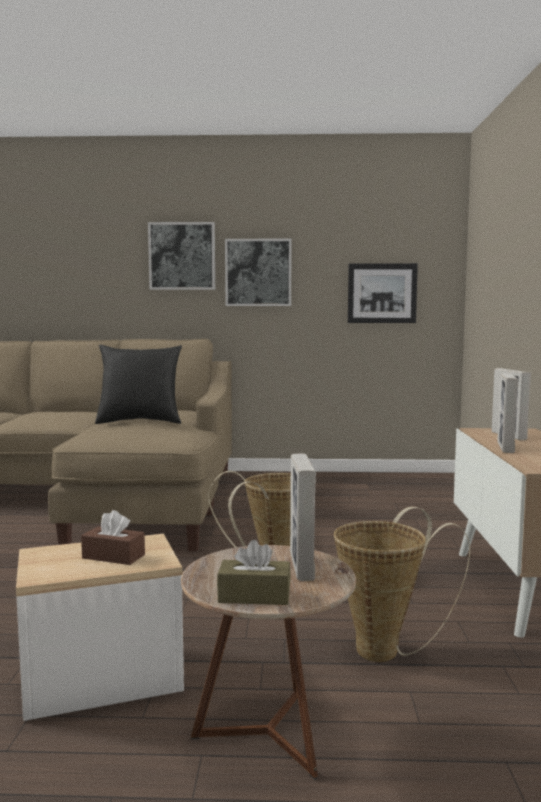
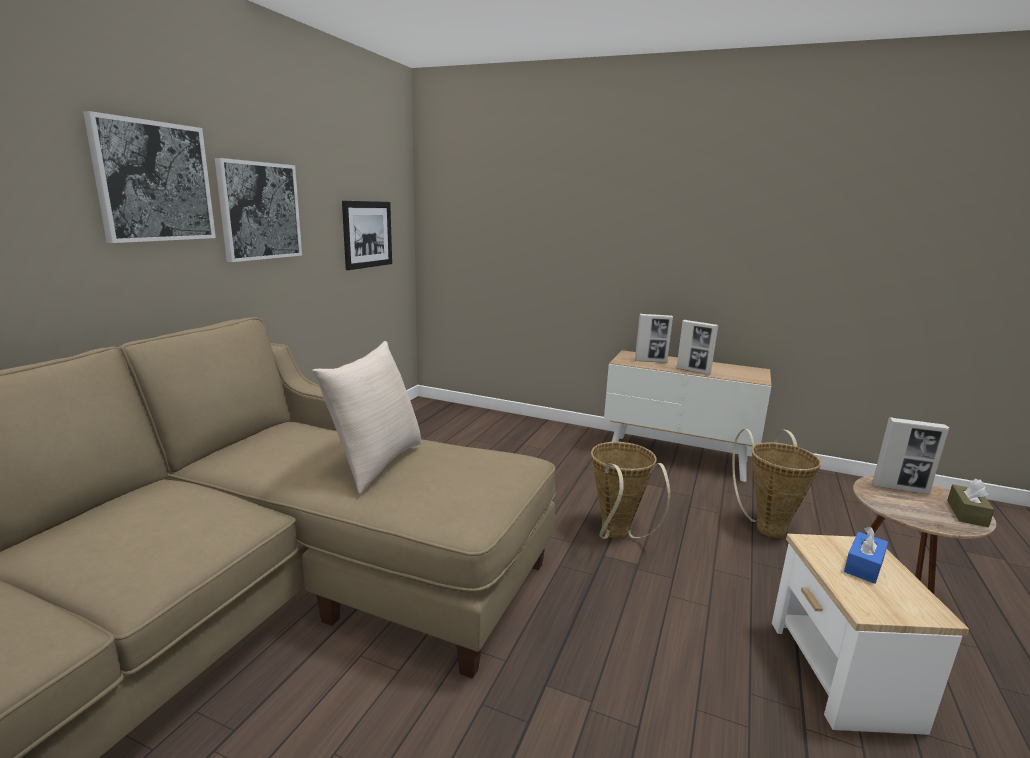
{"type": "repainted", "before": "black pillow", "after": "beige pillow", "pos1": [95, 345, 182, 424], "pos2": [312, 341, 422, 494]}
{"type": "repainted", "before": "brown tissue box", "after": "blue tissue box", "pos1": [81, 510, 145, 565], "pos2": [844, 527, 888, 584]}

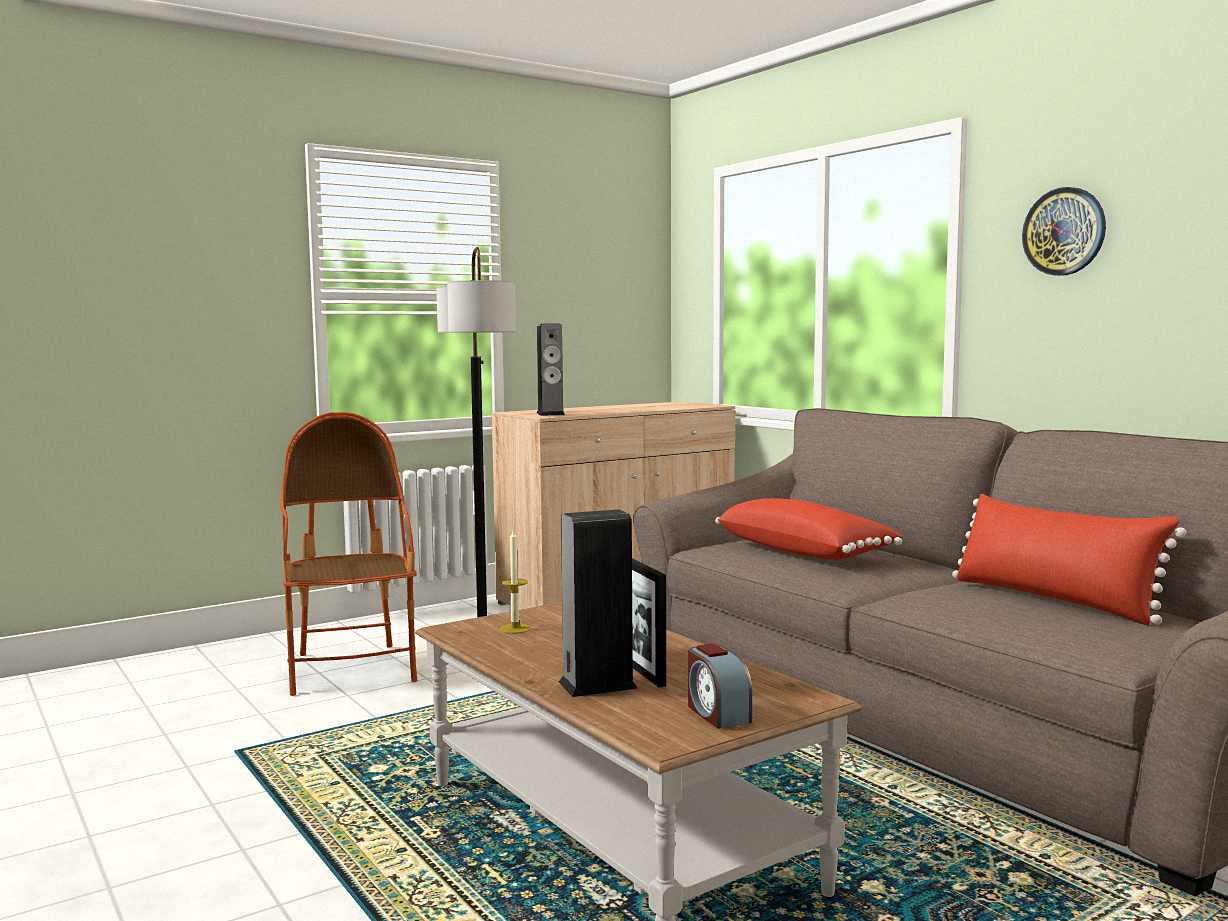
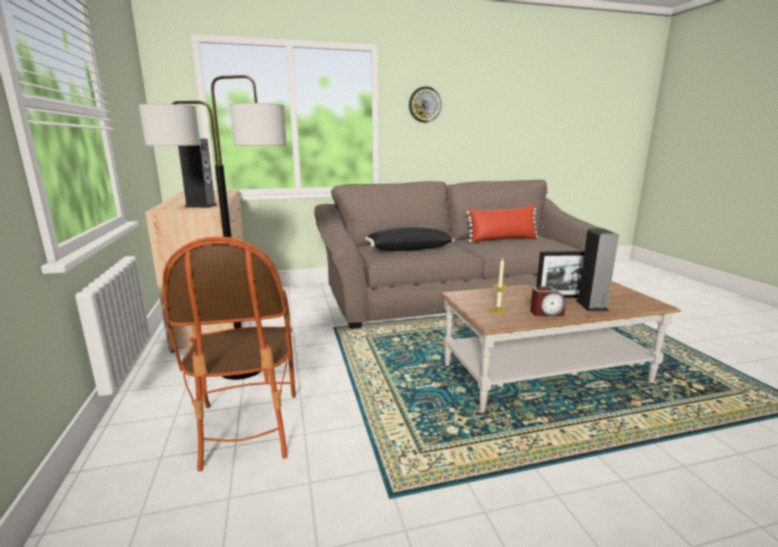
{"type": "rotated", "before": "armchair", "pos1": [280, 412, 417, 696], "pos2": [163, 237, 296, 472], "turn": -105}
{"type": "repainted", "before": "red pillow", "after": "black pillow", "pos1": [715, 498, 903, 560], "pos2": [365, 226, 455, 251]}
{"type": "shifted", "before": "alarm clock", "pos1": [688, 643, 752, 729], "pos2": [530, 286, 566, 316]}

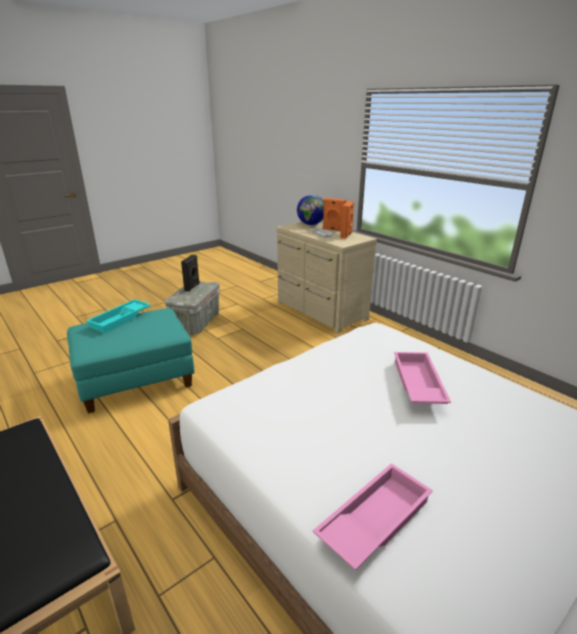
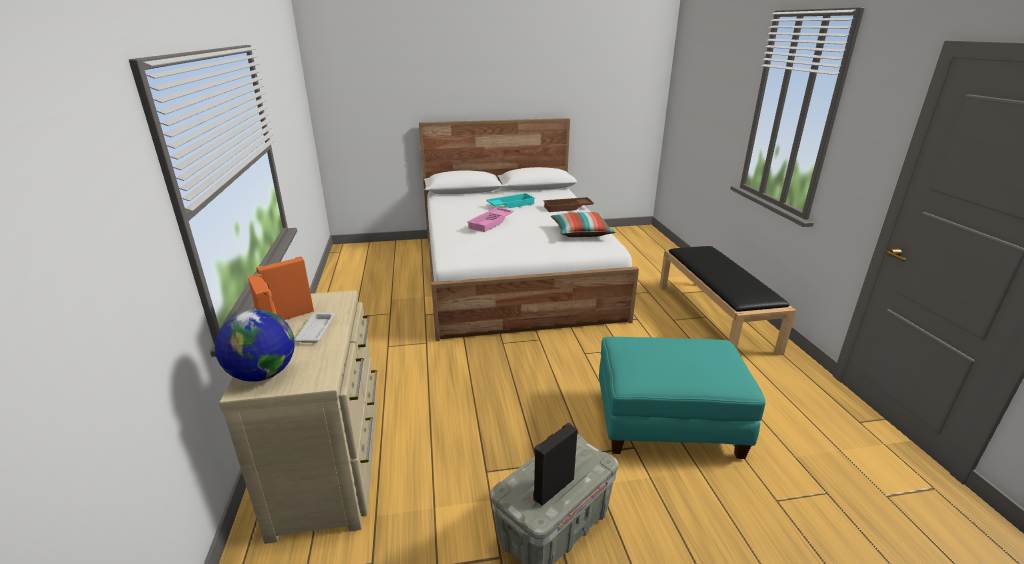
{"type": "shifted", "before": "turquoise tray", "pos1": [86, 299, 151, 333], "pos2": [486, 193, 536, 208]}
{"type": "repainted", "before": "pink tray", "after": "brown tray", "pos1": [313, 463, 433, 570], "pos2": [543, 197, 594, 212]}
{"type": "new", "after": "pillow", "pos2": [551, 212, 616, 237]}

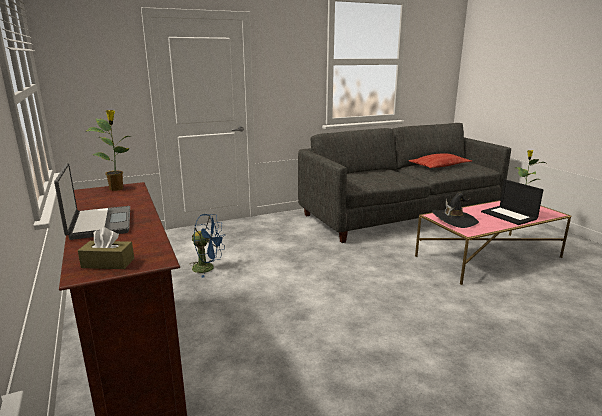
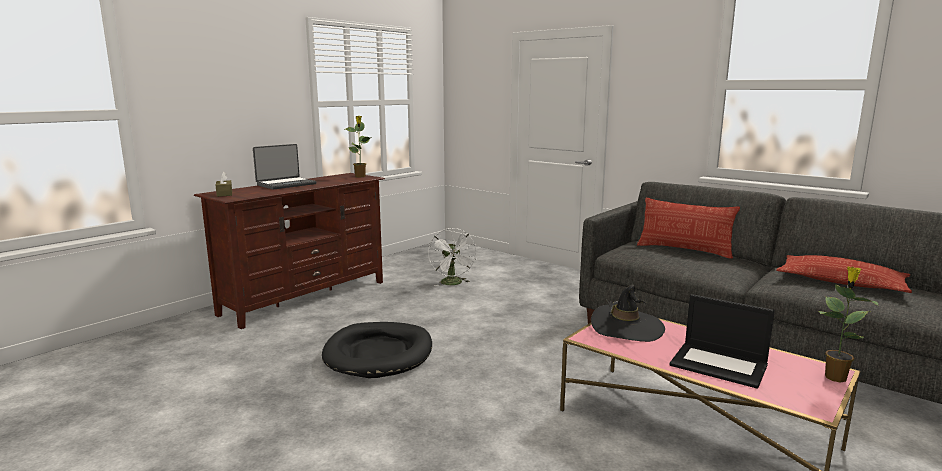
{"type": "rotated", "before": "laptop", "pos1": [481, 179, 543, 225], "pos2": [669, 294, 775, 389], "turn": -90}
{"type": "repainted", "before": "blue fan", "after": "white fan", "pos1": [189, 214, 225, 278], "pos2": [428, 228, 476, 286]}
{"type": "new", "after": "pillow", "pos2": [637, 198, 740, 259]}
{"type": "new", "after": "black dog bed", "pos2": [322, 322, 432, 378]}

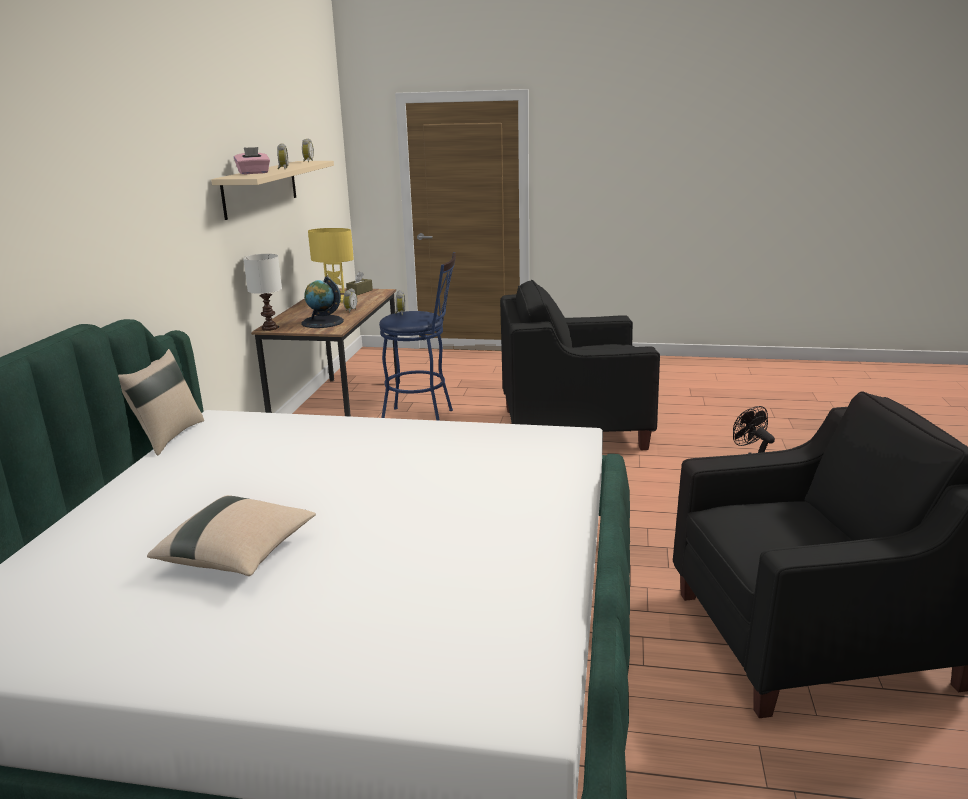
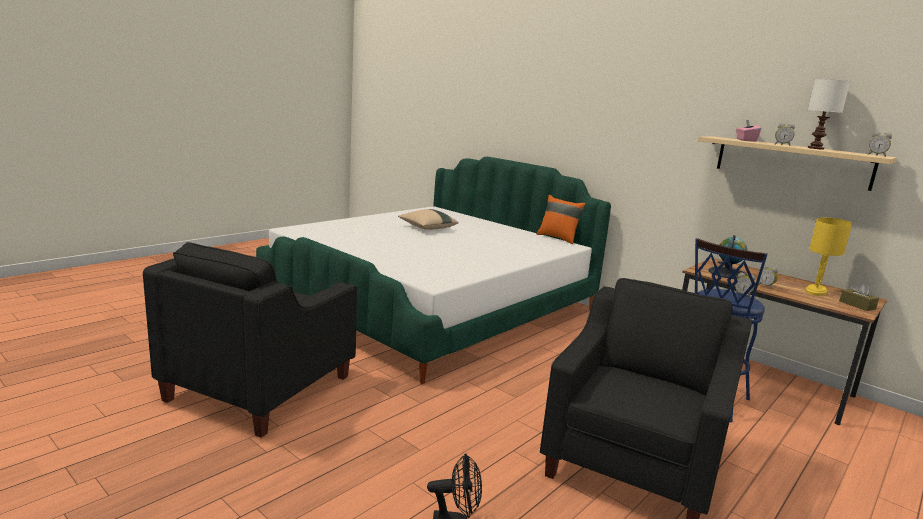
{"type": "shifted", "before": "white table lamp", "pos1": [243, 254, 282, 331], "pos2": [808, 79, 850, 150]}
{"type": "repainted", "before": "beige pillow", "after": "orange pillow", "pos1": [118, 349, 204, 455], "pos2": [537, 195, 585, 244]}

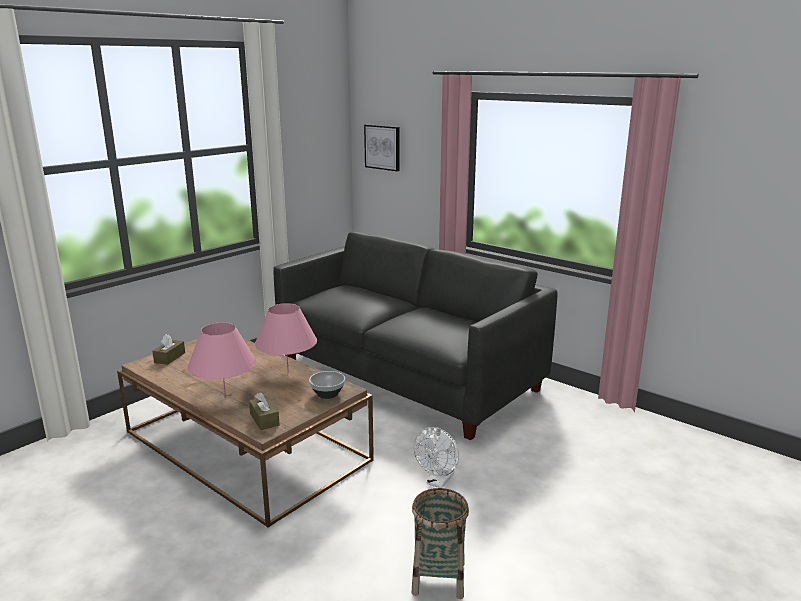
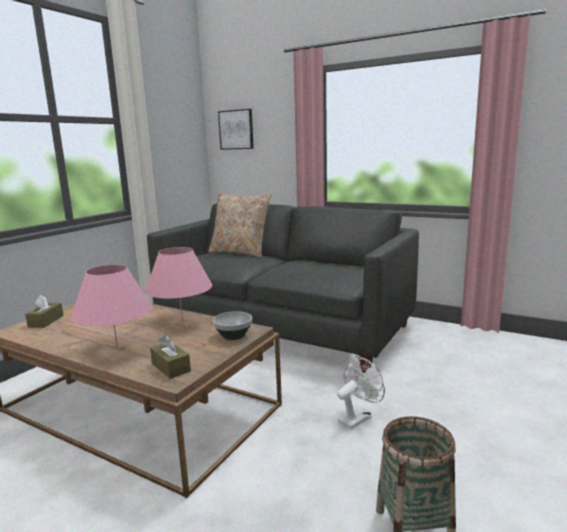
{"type": "rotated", "before": "white fan", "pos1": [414, 427, 459, 488], "pos2": [337, 355, 385, 429], "turn": -150}
{"type": "new", "after": "beige pillow", "pos2": [208, 193, 272, 258]}

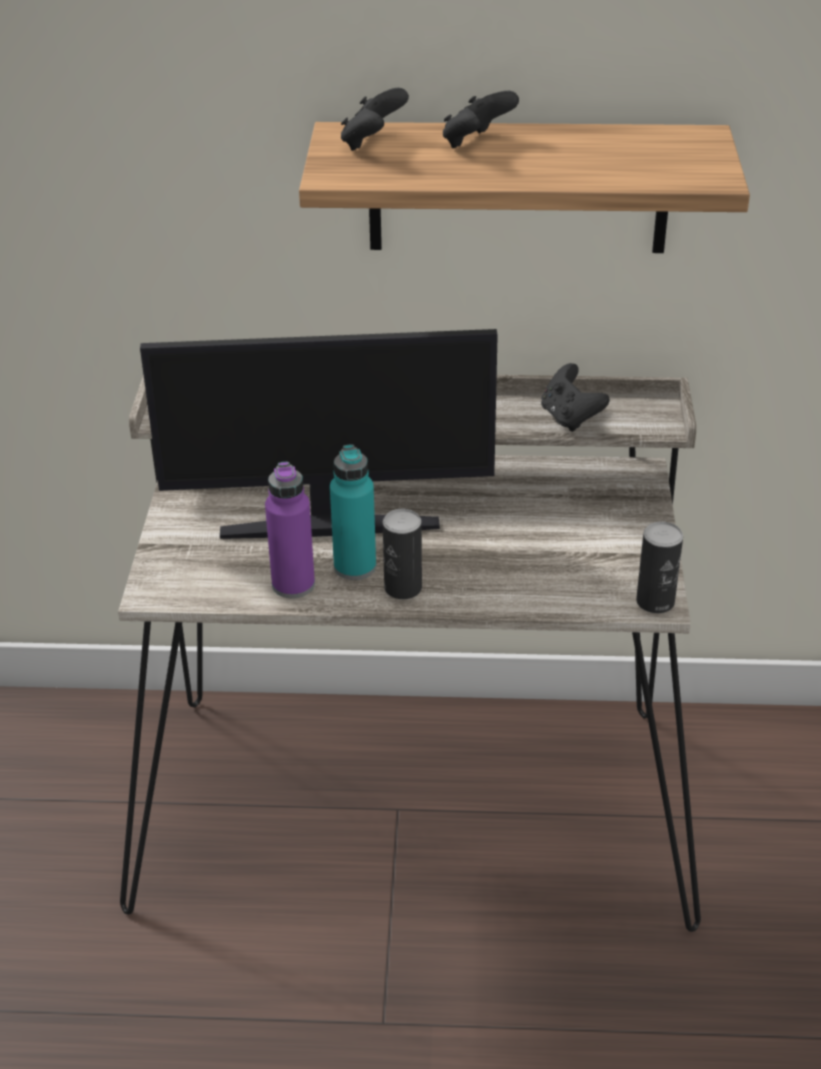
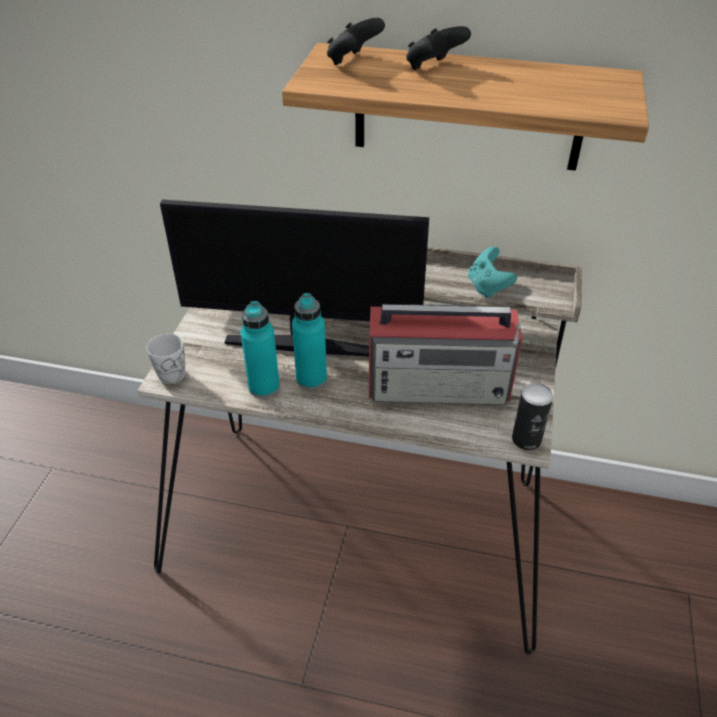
{"type": "repainted", "before": "black game controller", "after": "turquoise game controller", "pos1": [541, 363, 610, 432], "pos2": [468, 247, 517, 298]}
{"type": "repainted", "before": "purple bottle", "after": "turquoise bottle", "pos1": [265, 462, 315, 598], "pos2": [241, 301, 280, 398]}
{"type": "gone", "before": "can", "pos1": [383, 509, 422, 599]}
{"type": "new", "after": "radio", "pos2": [369, 304, 522, 405]}
{"type": "new", "after": "white mug", "pos2": [147, 333, 185, 384]}

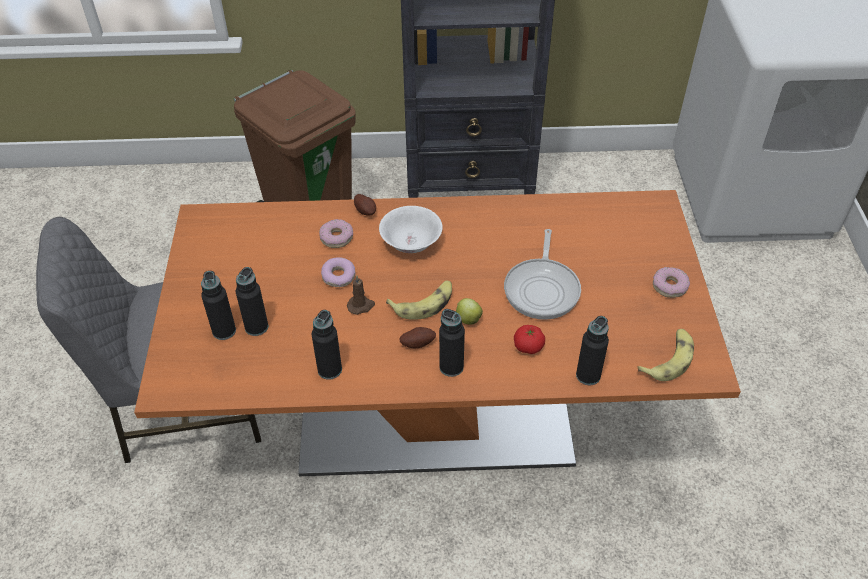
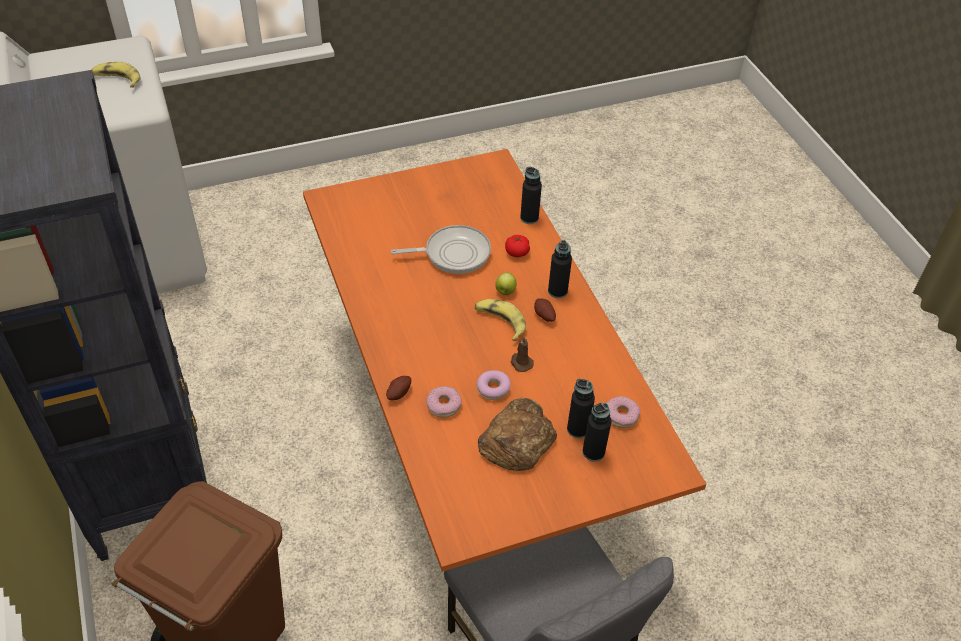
{"type": "gone", "before": "white bowl", "pos1": [379, 206, 443, 253]}
{"type": "shifted", "before": "donut", "pos1": [653, 267, 690, 298], "pos2": [607, 396, 640, 428]}
{"type": "gone", "before": "black bottle", "pos1": [312, 310, 342, 380]}
{"type": "shifted", "before": "banana", "pos1": [637, 329, 694, 381], "pos2": [92, 61, 141, 88]}
{"type": "new", "after": "bread", "pos2": [478, 398, 557, 471]}

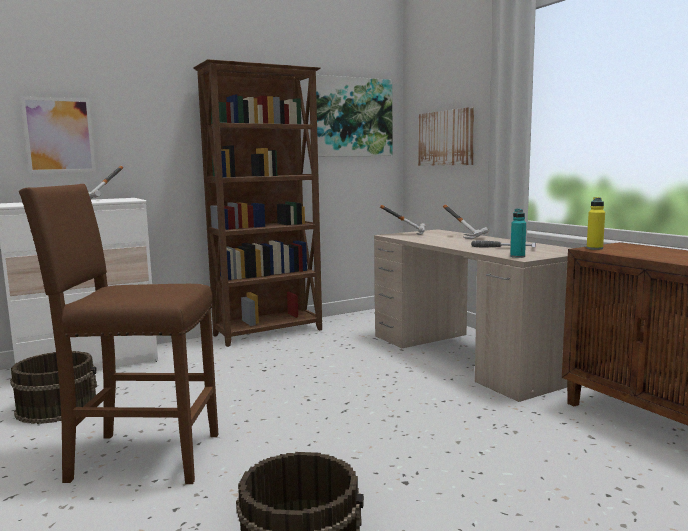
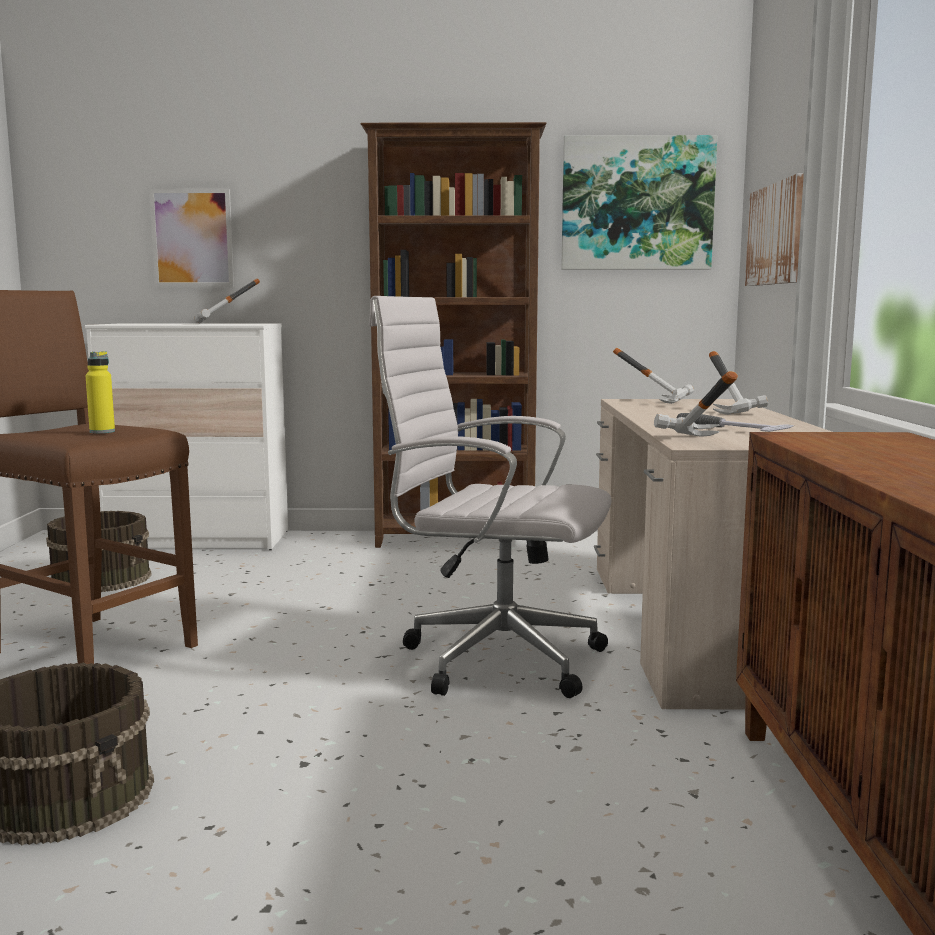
{"type": "shifted", "before": "yellow bottle", "pos1": [587, 197, 605, 250], "pos2": [86, 351, 115, 434]}
{"type": "swapped", "before": "turquoise bottle", "after": "hammer", "pos1": [510, 209, 526, 258], "pos2": [654, 371, 738, 437]}
{"type": "new", "after": "white office chair", "pos2": [369, 296, 612, 698]}

